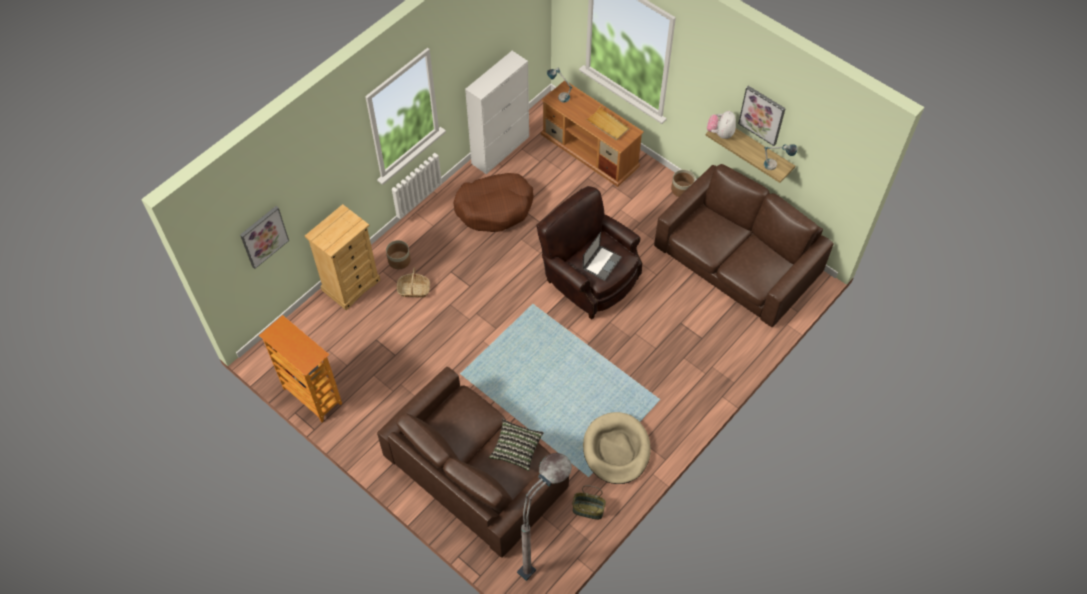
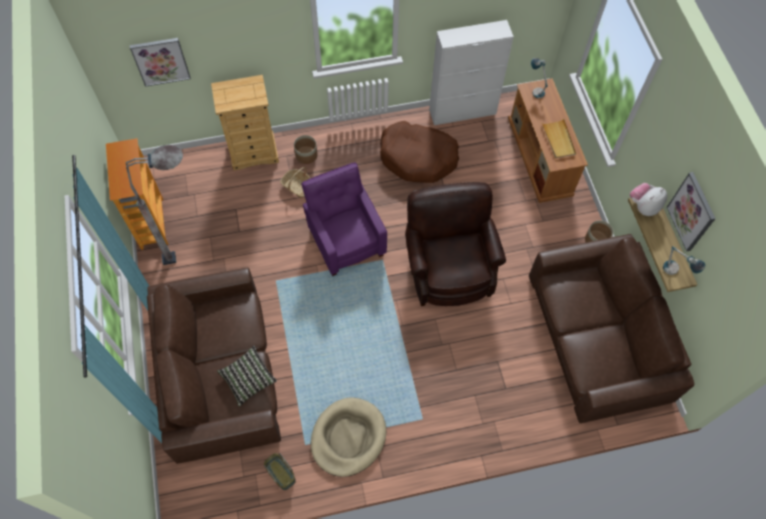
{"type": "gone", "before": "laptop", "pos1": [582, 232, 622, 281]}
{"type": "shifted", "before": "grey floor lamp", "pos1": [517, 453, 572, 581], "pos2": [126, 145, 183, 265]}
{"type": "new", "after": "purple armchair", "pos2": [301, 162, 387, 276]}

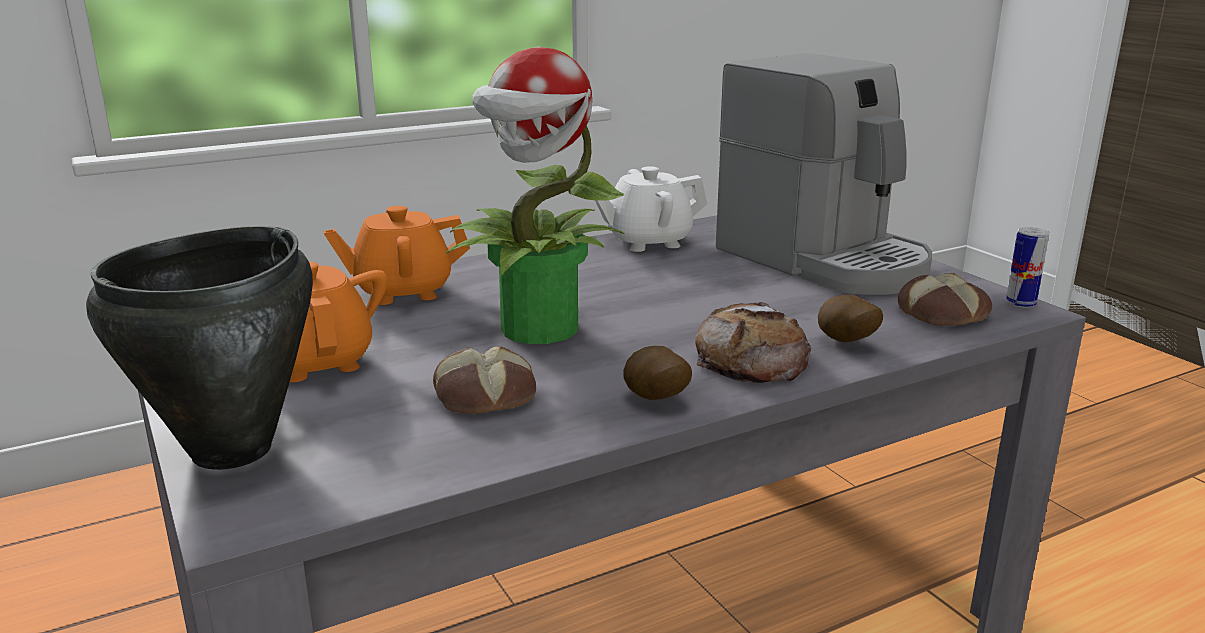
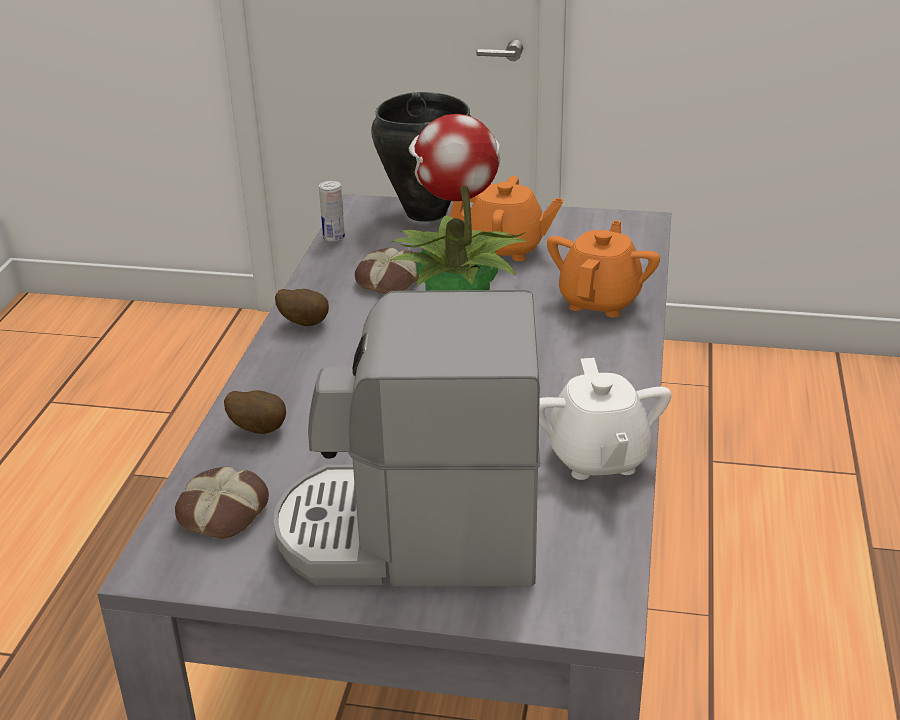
{"type": "rotated", "before": "white teapot", "pos1": [595, 166, 707, 252], "pos2": [539, 358, 672, 480], "turn": 150}
{"type": "shifted", "before": "can", "pos1": [1006, 227, 1049, 308], "pos2": [319, 181, 345, 242]}
{"type": "gone", "before": "bread", "pos1": [695, 302, 811, 383]}

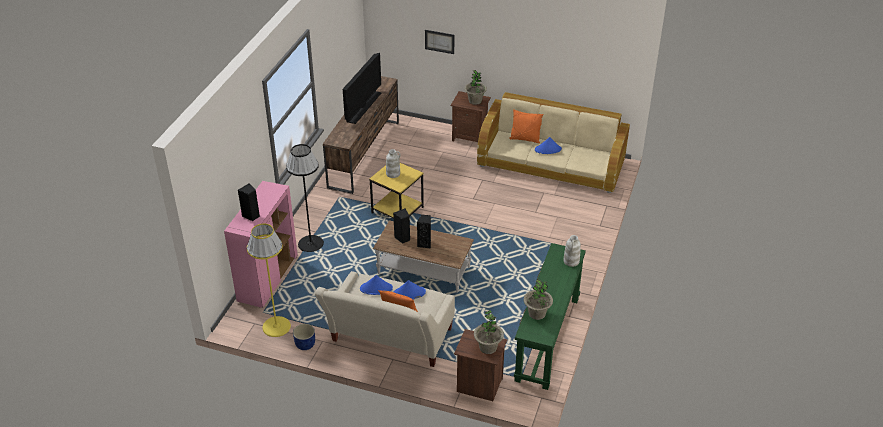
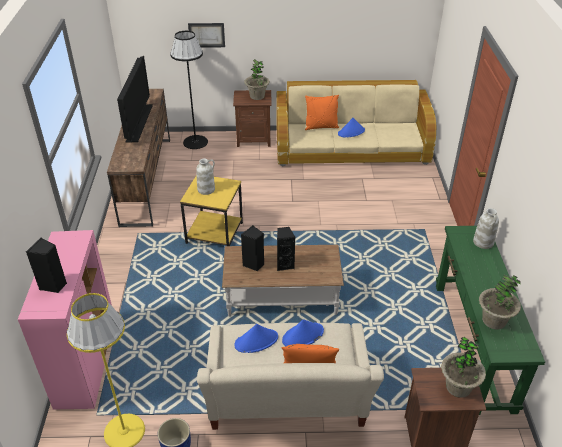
{"type": "shifted", "before": "black floor lamp", "pos1": [286, 144, 324, 252], "pos2": [170, 31, 208, 149]}

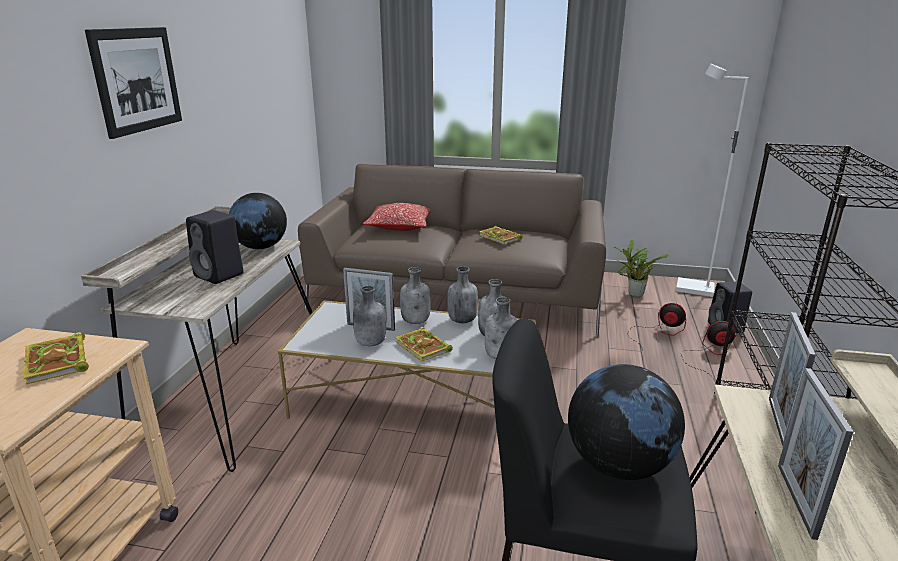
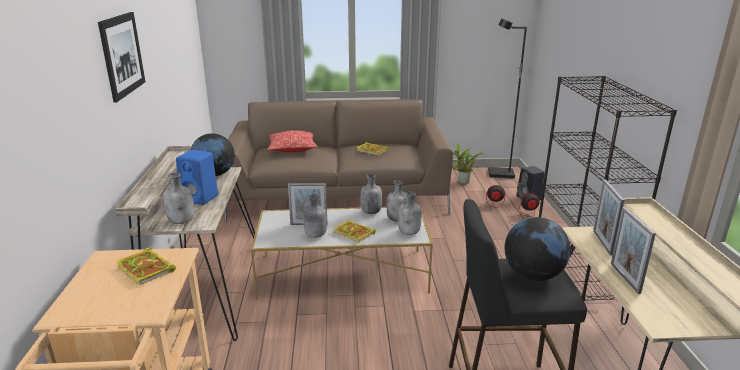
{"type": "repainted", "before": "white floor lamp", "after": "black floor lamp", "pos1": [676, 64, 749, 297], "pos2": [488, 18, 527, 179]}
{"type": "repainted", "before": "black speaker", "after": "blue speaker", "pos1": [186, 210, 244, 284], "pos2": [176, 150, 218, 205]}
{"type": "shifted", "before": "grey bottle", "pos1": [400, 267, 431, 324], "pos2": [163, 172, 194, 224]}

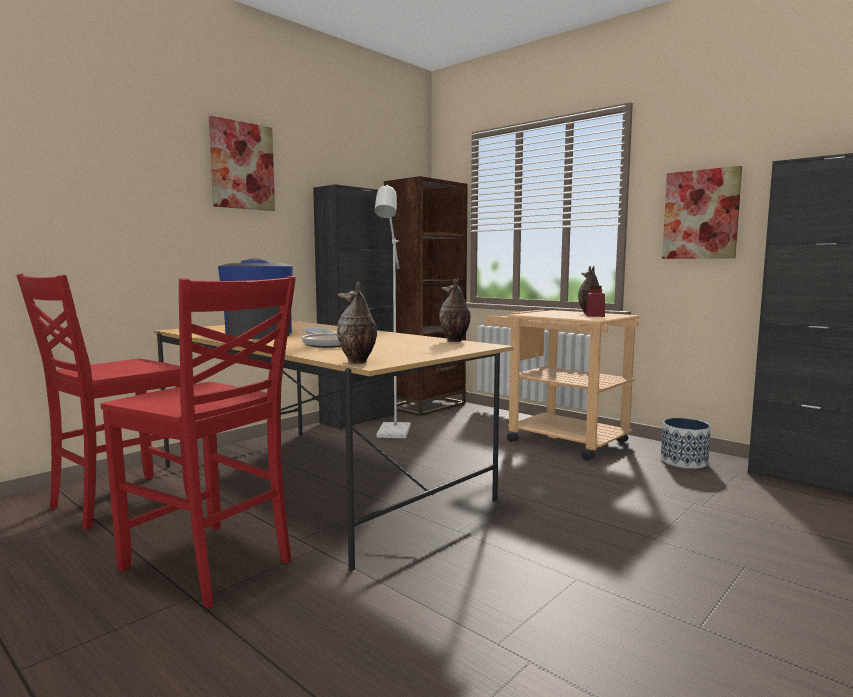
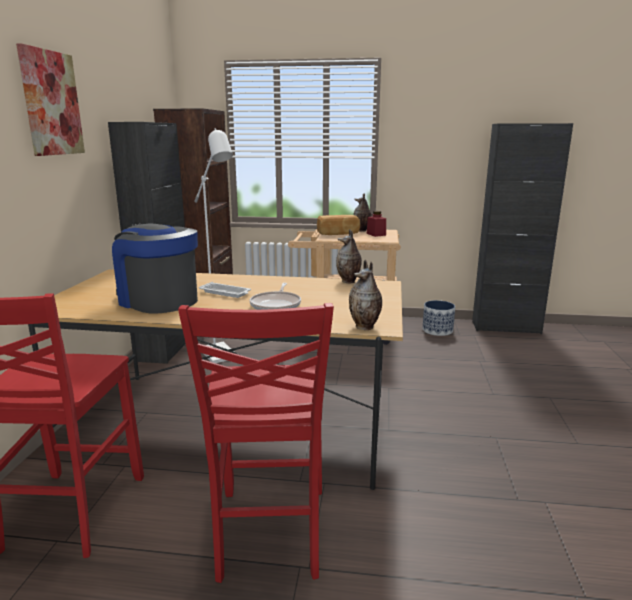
{"type": "gone", "before": "picture", "pos1": [662, 166, 742, 259]}
{"type": "rotated", "before": "red chair", "pos1": [101, 276, 296, 608], "pos2": [178, 303, 334, 583], "turn": 90}
{"type": "new", "after": "bread", "pos2": [317, 215, 360, 235]}

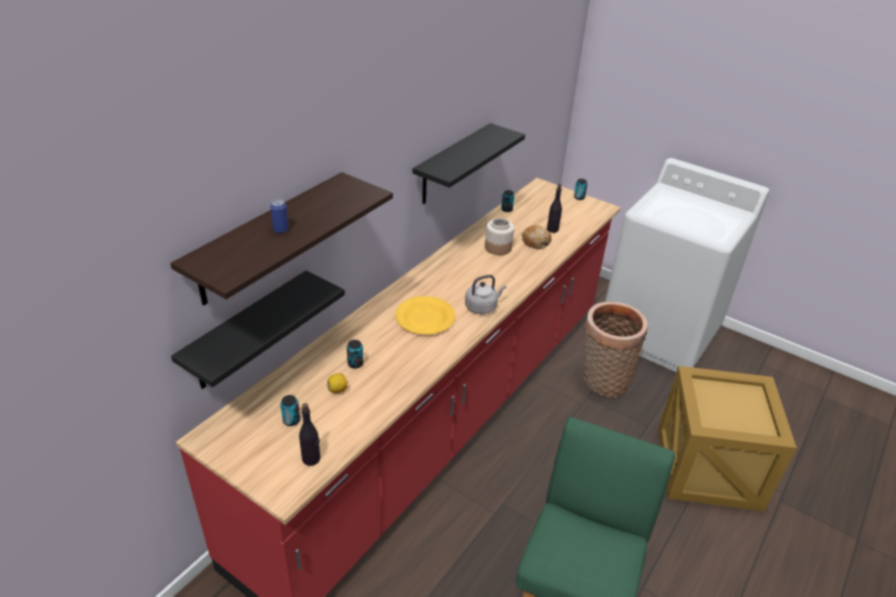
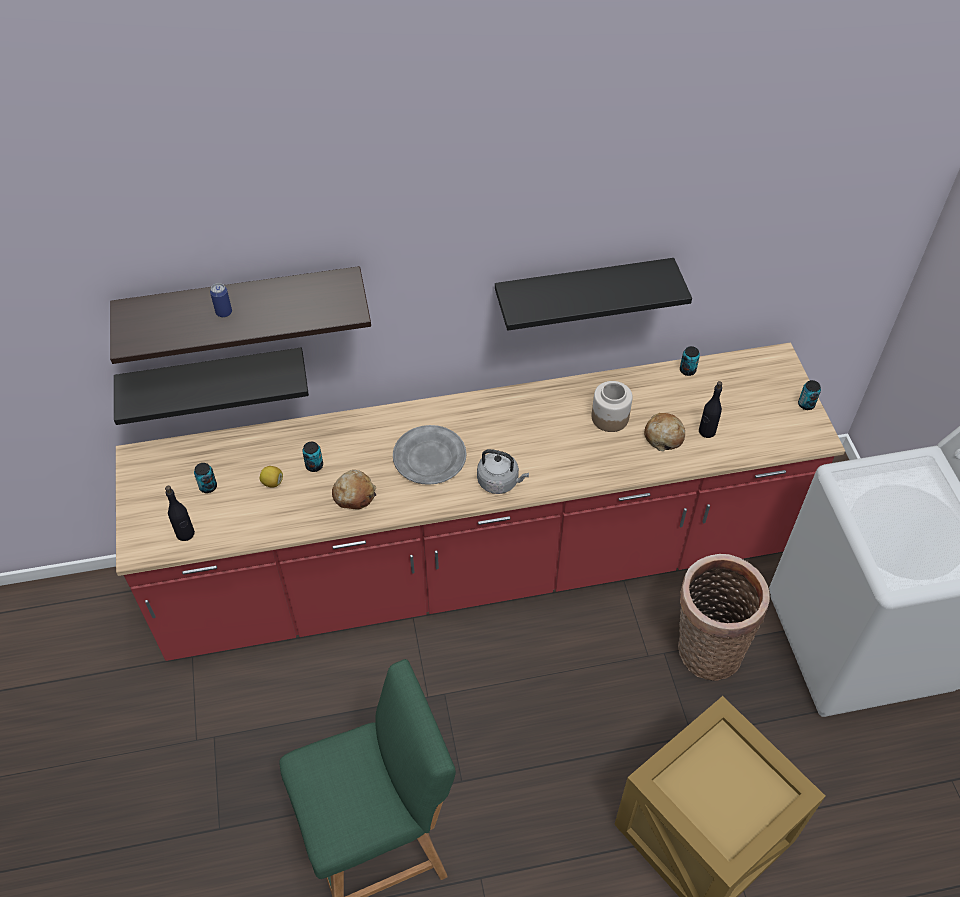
{"type": "repainted", "before": "yellow plate", "after": "grey plate", "pos1": [395, 296, 455, 335], "pos2": [393, 425, 466, 485]}
{"type": "new", "after": "bread", "pos2": [332, 470, 376, 509]}

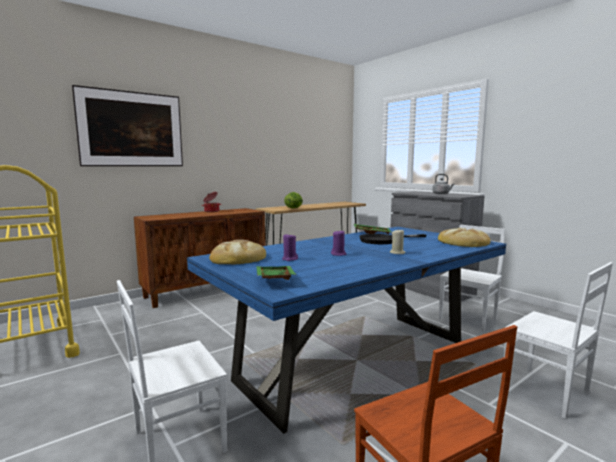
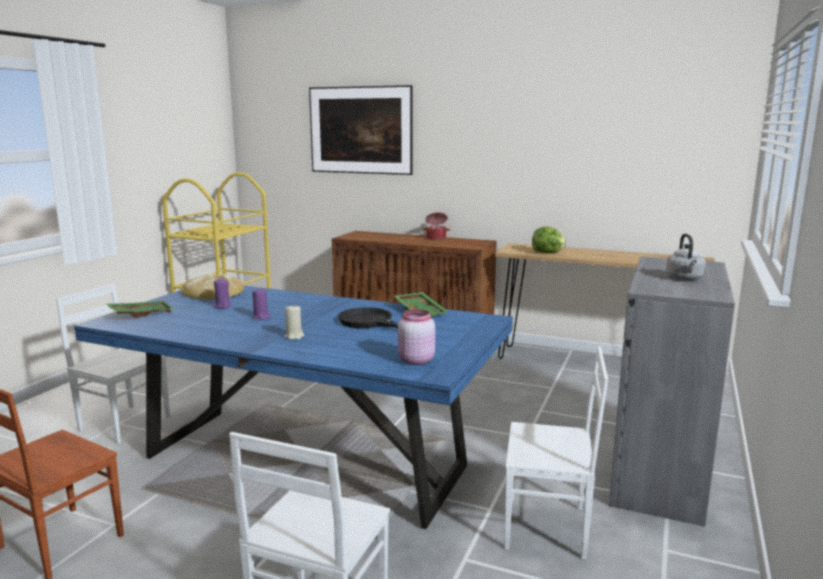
{"type": "swapped", "before": "bread", "after": "pink jar", "pos1": [438, 228, 491, 247], "pos2": [398, 309, 435, 365]}

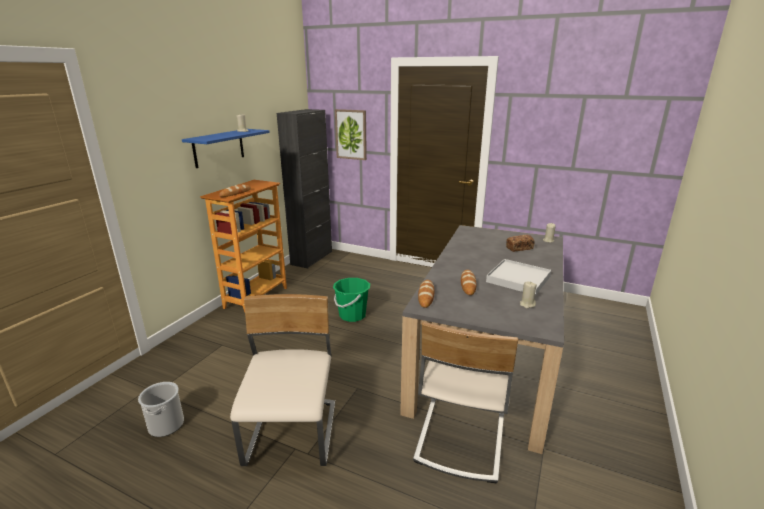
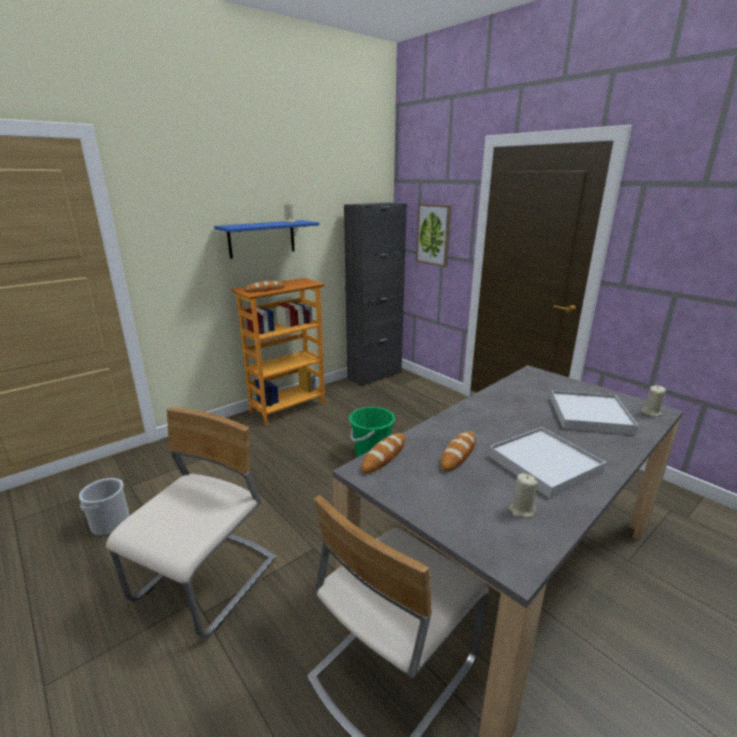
{"type": "swapped", "before": "bread", "after": "white tray", "pos1": [506, 235, 535, 252], "pos2": [550, 390, 638, 435]}

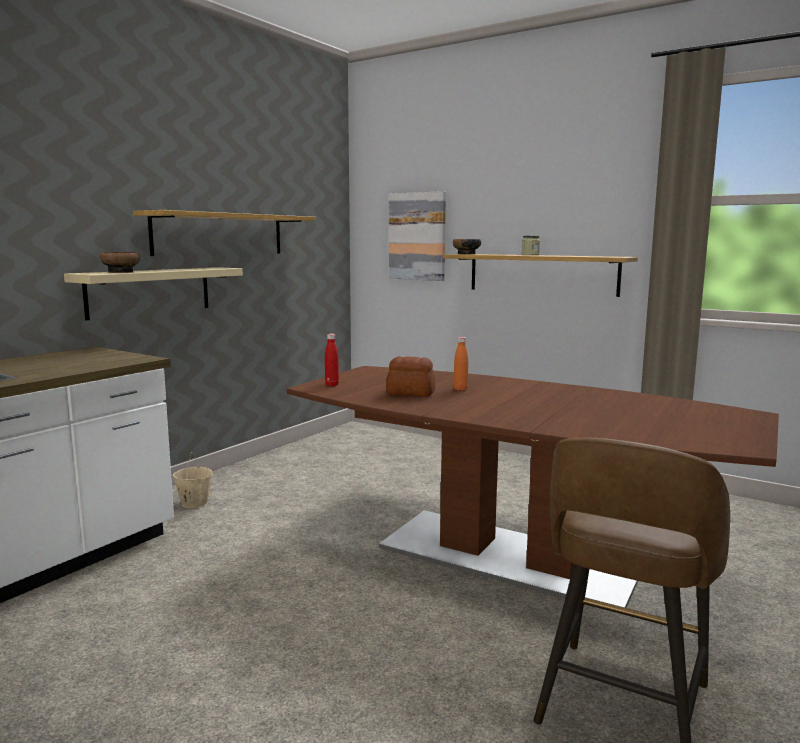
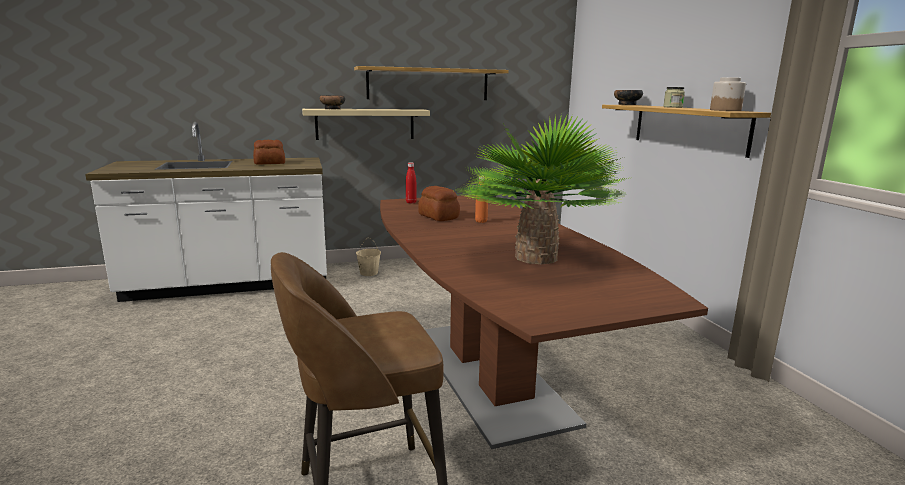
{"type": "gone", "before": "picture", "pos1": [389, 191, 446, 281]}
{"type": "new", "after": "jar", "pos2": [710, 78, 746, 111]}
{"type": "new", "after": "potted plant", "pos2": [455, 113, 628, 264]}
{"type": "new", "after": "bread", "pos2": [253, 140, 285, 165]}

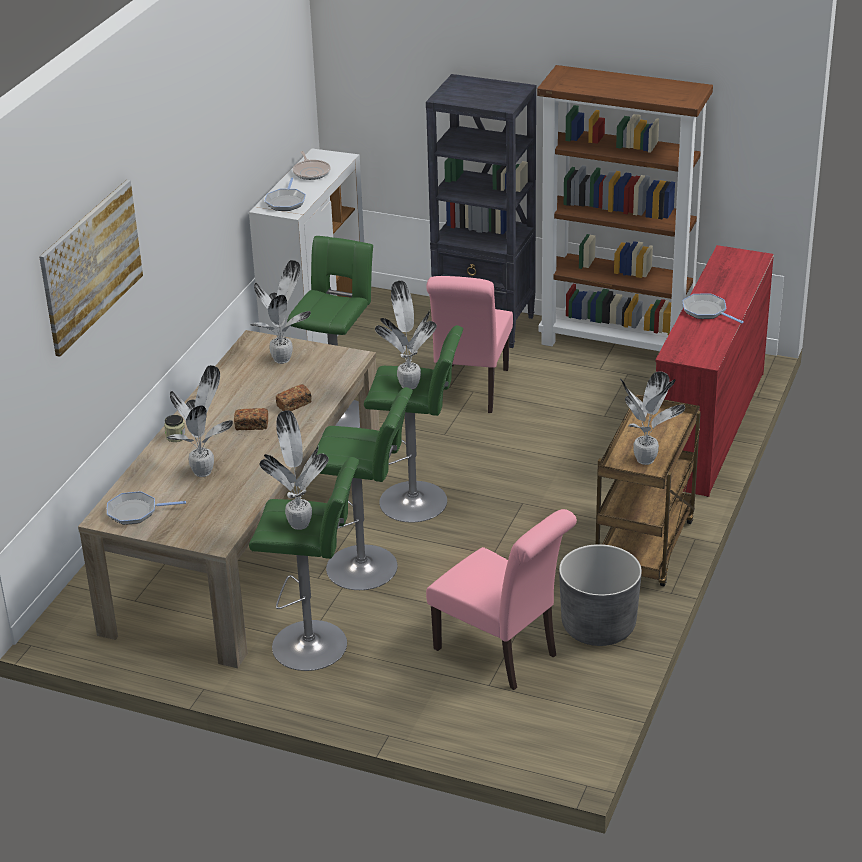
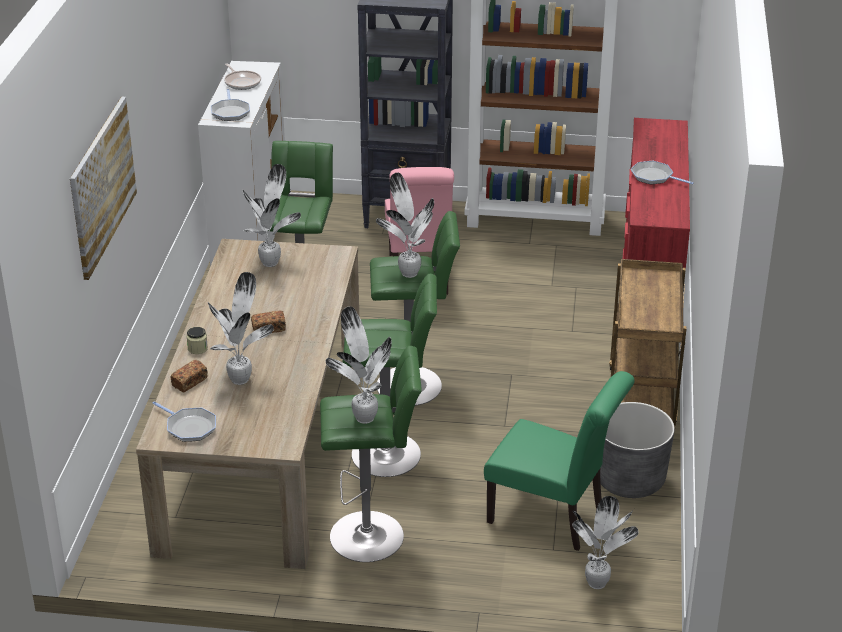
{"type": "shifted", "before": "potted plant", "pos1": [620, 372, 685, 465], "pos2": [572, 496, 639, 589]}
{"type": "shifted", "before": "bread", "pos1": [276, 384, 312, 411], "pos2": [171, 360, 208, 393]}
{"type": "rotated", "before": "frying pan", "pos1": [107, 491, 186, 525], "pos2": [152, 401, 216, 442], "turn": -120}
{"type": "repainted", "before": "pink chair", "after": "green chair", "pos1": [426, 509, 577, 690], "pos2": [484, 371, 635, 551]}

